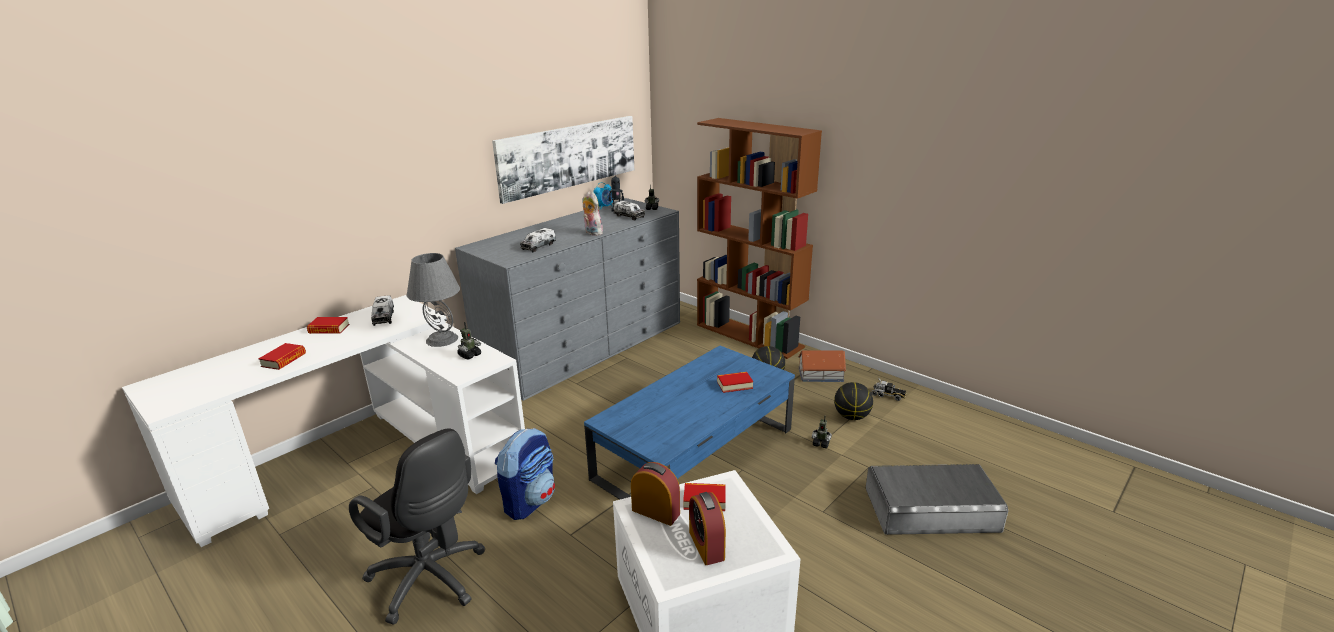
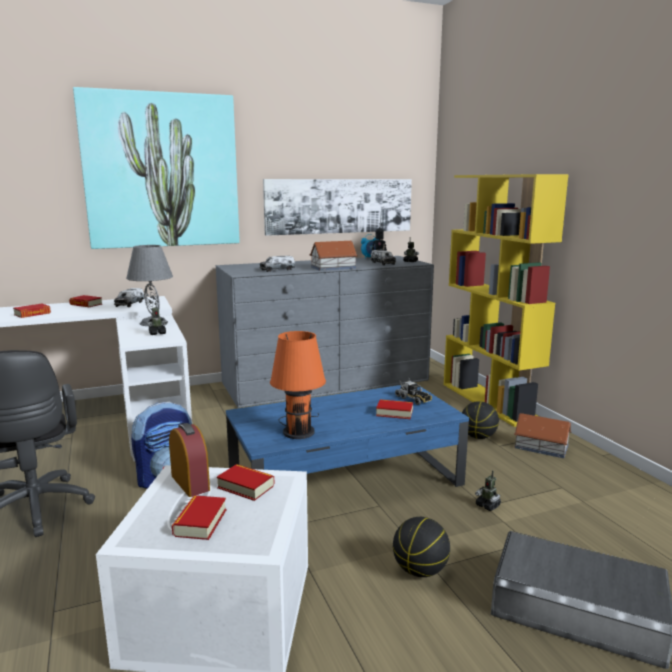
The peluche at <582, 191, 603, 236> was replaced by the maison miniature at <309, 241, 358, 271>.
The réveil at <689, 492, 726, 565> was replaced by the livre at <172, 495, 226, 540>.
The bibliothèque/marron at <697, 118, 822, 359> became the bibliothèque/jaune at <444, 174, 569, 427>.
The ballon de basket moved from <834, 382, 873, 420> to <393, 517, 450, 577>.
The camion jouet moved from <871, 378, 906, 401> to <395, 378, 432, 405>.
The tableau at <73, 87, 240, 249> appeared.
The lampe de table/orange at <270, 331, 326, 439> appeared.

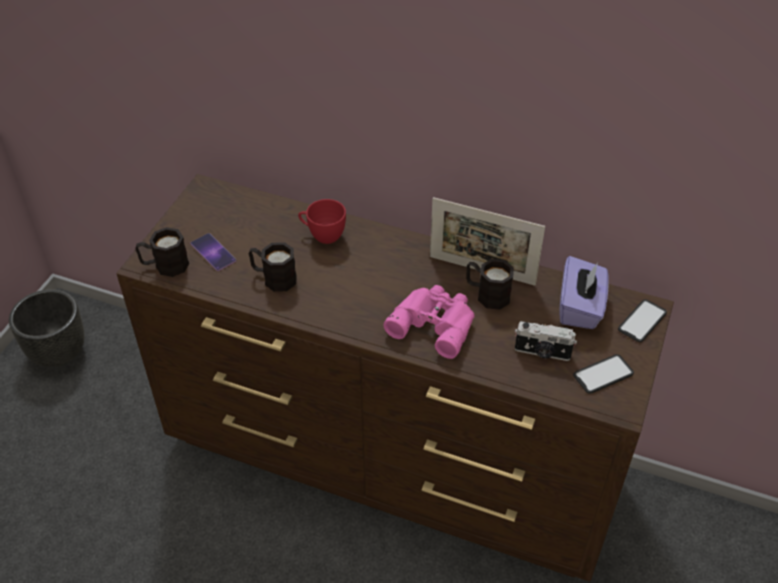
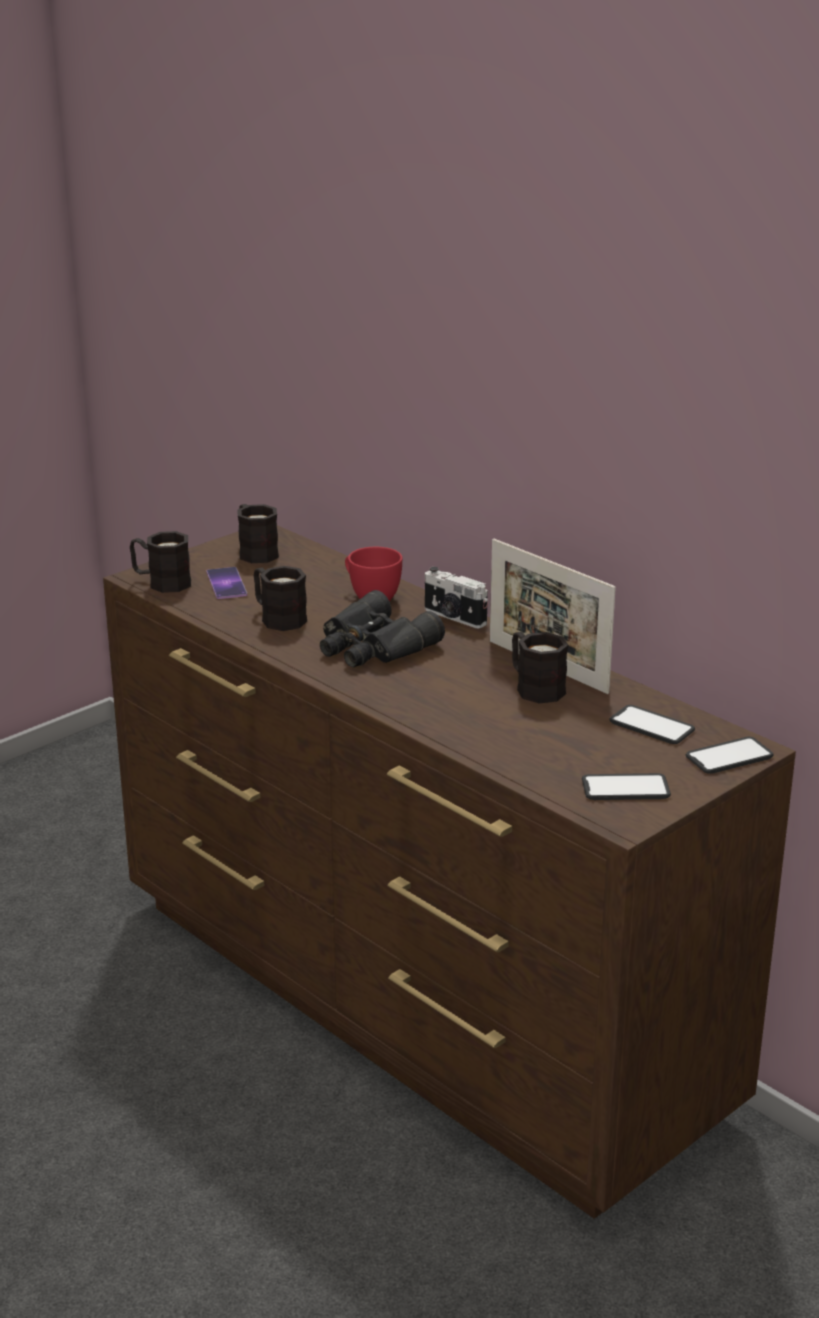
The cache-pot/noir at <9, 289, 85, 367> disappeared.
The jumelles/rose at <384, 285, 475, 359> disappeared.
The appareil photo moved from <515, 321, 577, 361> to <425, 567, 488, 628>.
The boîte à mouchoirs/violet at <560, 256, 609, 329> was replaced by the téléphone at <610, 705, 695, 744>.
The mug/noir at <237, 504, 279, 563> appeared.
The jumelles/noir at <320, 590, 445, 667> appeared.

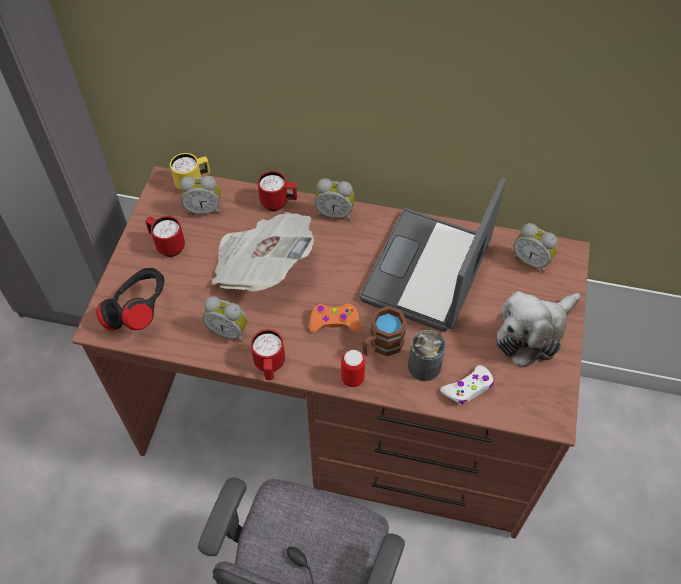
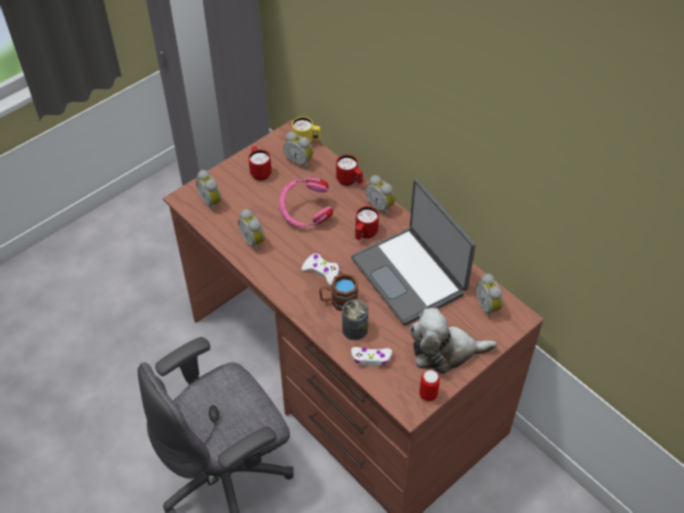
The casque audio/noir at <97, 268, 165, 331> was replaced by the réveil at <196, 170, 221, 212>.
The journal at <212, 212, 314, 292> was replaced by the casque audio/rose at <279, 178, 333, 227>.
The mug/rouge moved from <251, 329, 285, 380> to <355, 206, 379, 240>.
The manette/orange at <309, 303, 360, 333> became the manette/blanc at <301, 253, 340, 285>.
The boîte métallique moved from <341, 350, 365, 387> to <419, 370, 440, 401>.
The ordinateur portable at <360, 177, 506, 332> turned 90 degrees counterclockwise.

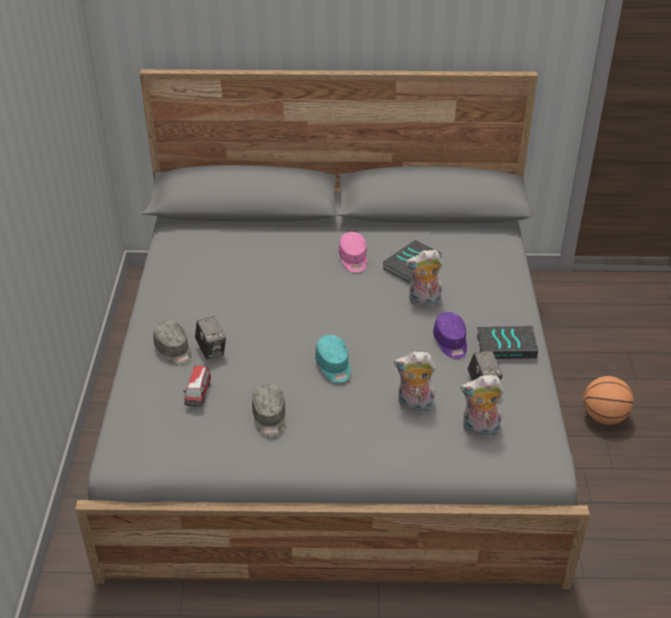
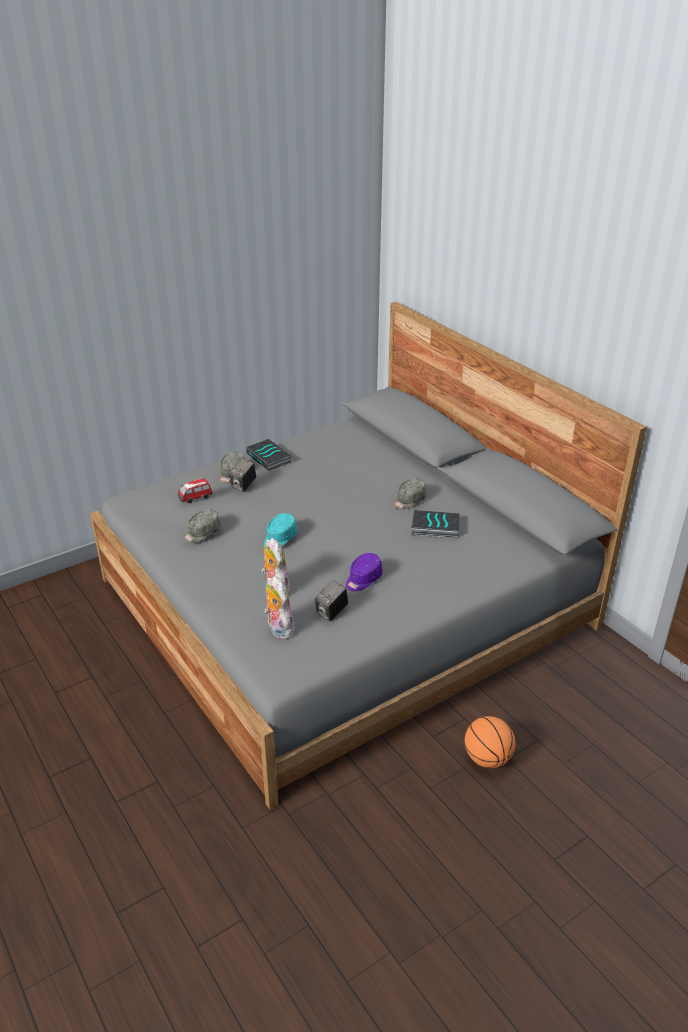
The casquette/rose at <339, 232, 367, 273> became the casquette/gris at <393, 478, 426, 510>.
The peluche at <405, 250, 443, 307> disappeared.
The livre moved from <476, 326, 538, 359> to <246, 439, 291, 471>.

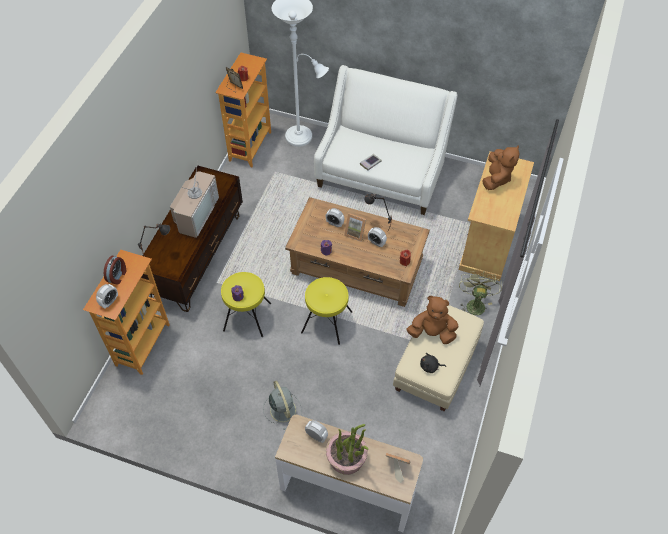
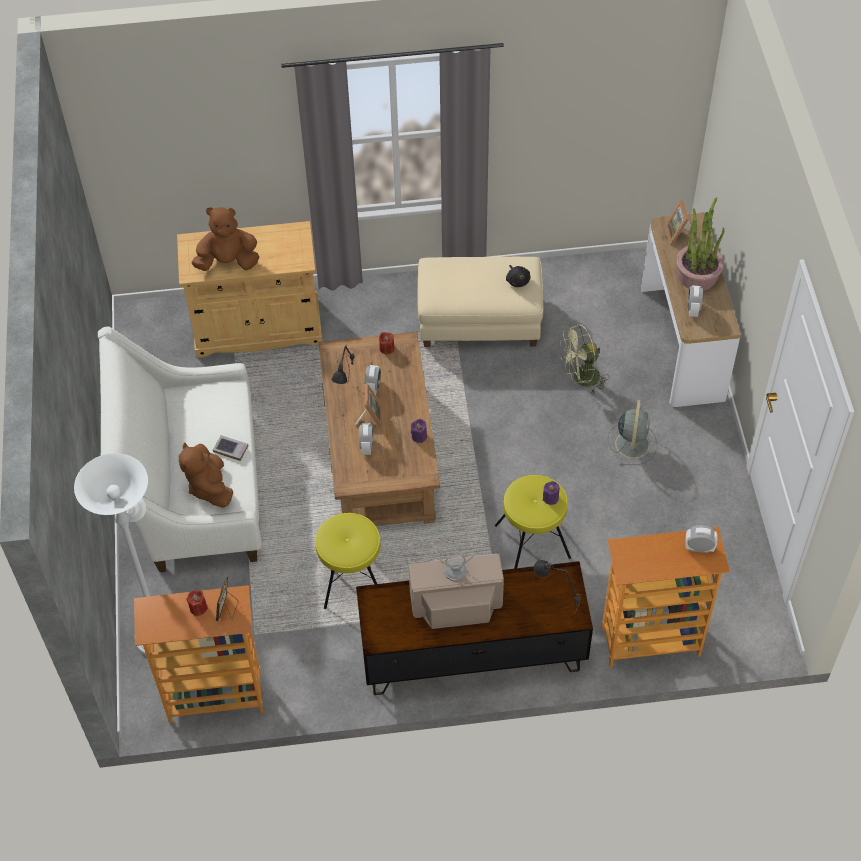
The réveil at <104, 256, 126, 284> disappeared.
The ventilateur/gris at <263, 381, 302, 430> turned 150 degrees clockwise.
The tabouret/jaune moved from <301, 277, 352, 345> to <315, 513, 380, 609>.
The peluche/marron moved from <406, 296, 458, 344> to <179, 442, 233, 507>.
The ventilateur/vert moved from <459, 271, 502, 315> to <560, 324, 609, 393>.

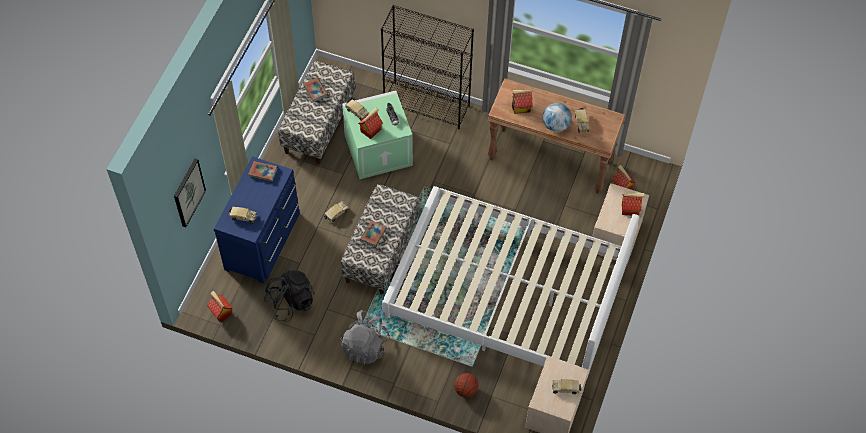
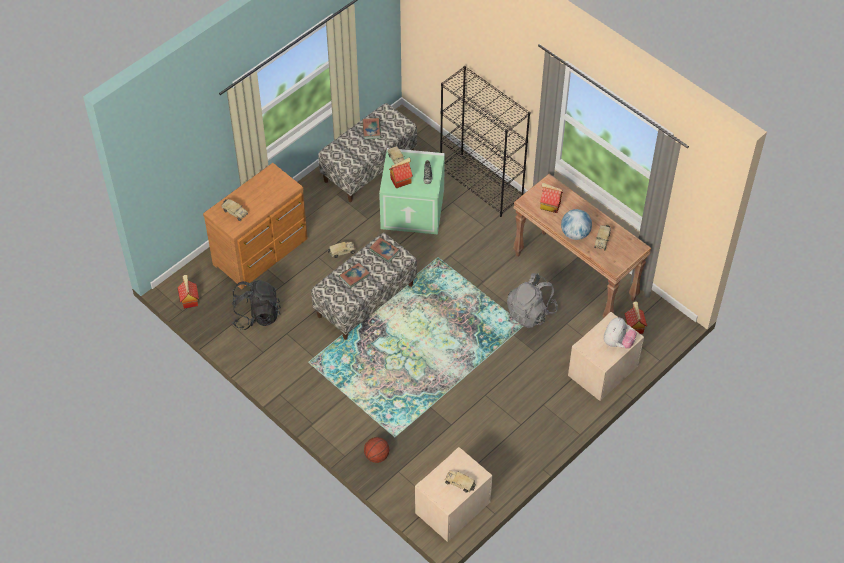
The tableau at <174, 159, 206, 227> disappeared.
The commode/bleu at <214, 156, 300, 283> became the commode/marron at <203, 163, 308, 289>.
The livre moved from <248, 161, 278, 182> to <369, 237, 400, 262>.
The sac à dos/gris moved from <340, 310, 390, 364> to <507, 273, 558, 328>.
The lit/blanc at <382, 186, 639, 380> disappeared.
The maison miniature at <622, 193, 645, 215> was replaced by the peluche at <604, 317, 637, 349>.

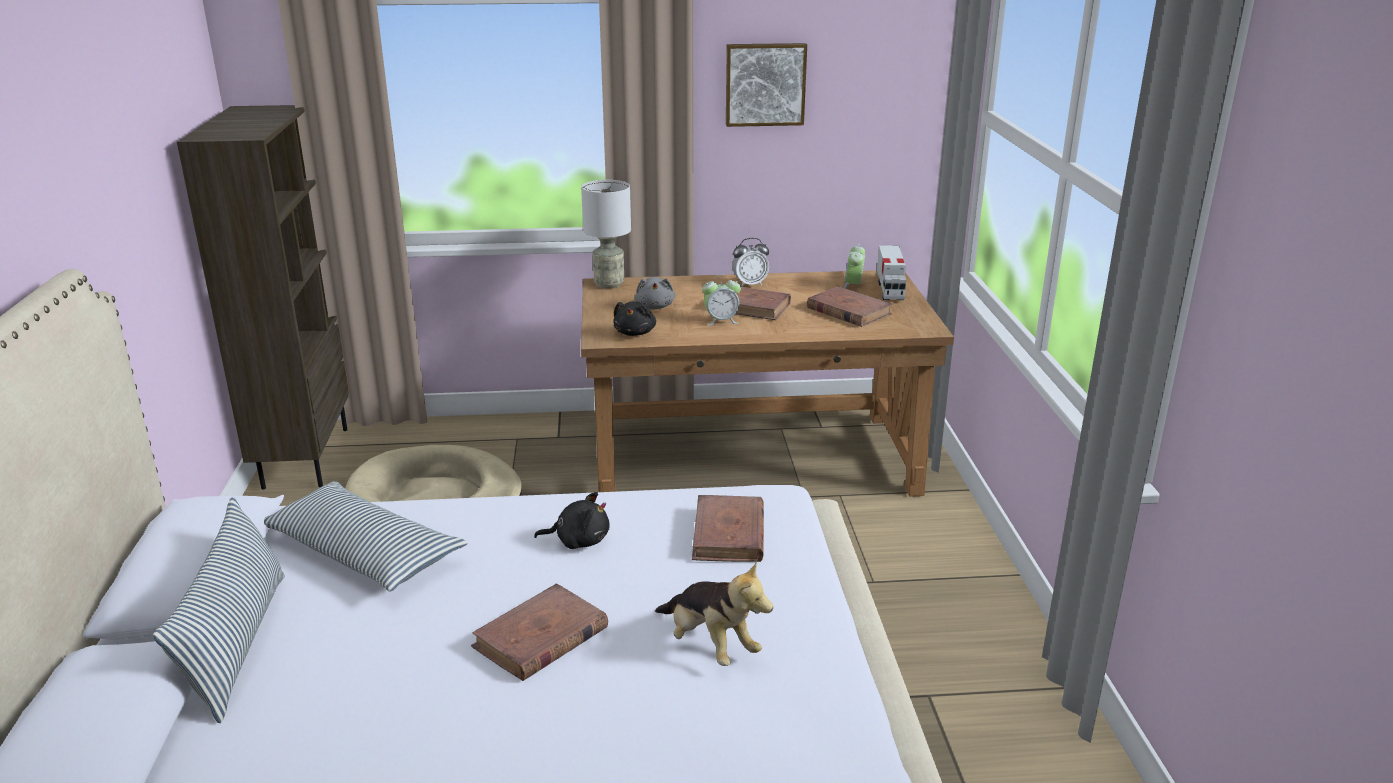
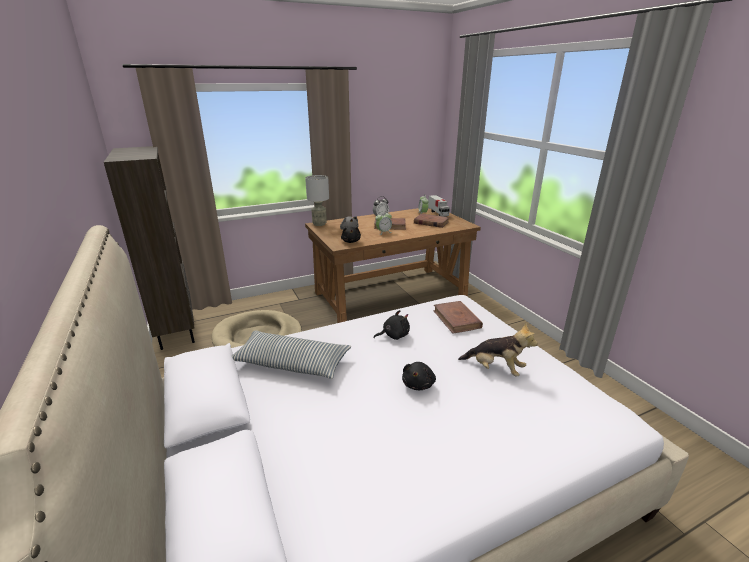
The coussin at <153, 497, 285, 723> disappeared.
The livre/marron at <471, 583, 608, 681> was replaced by the peluche/noir at <402, 362, 436, 390>.
The tableau at <726, 43, 807, 127> disappeared.

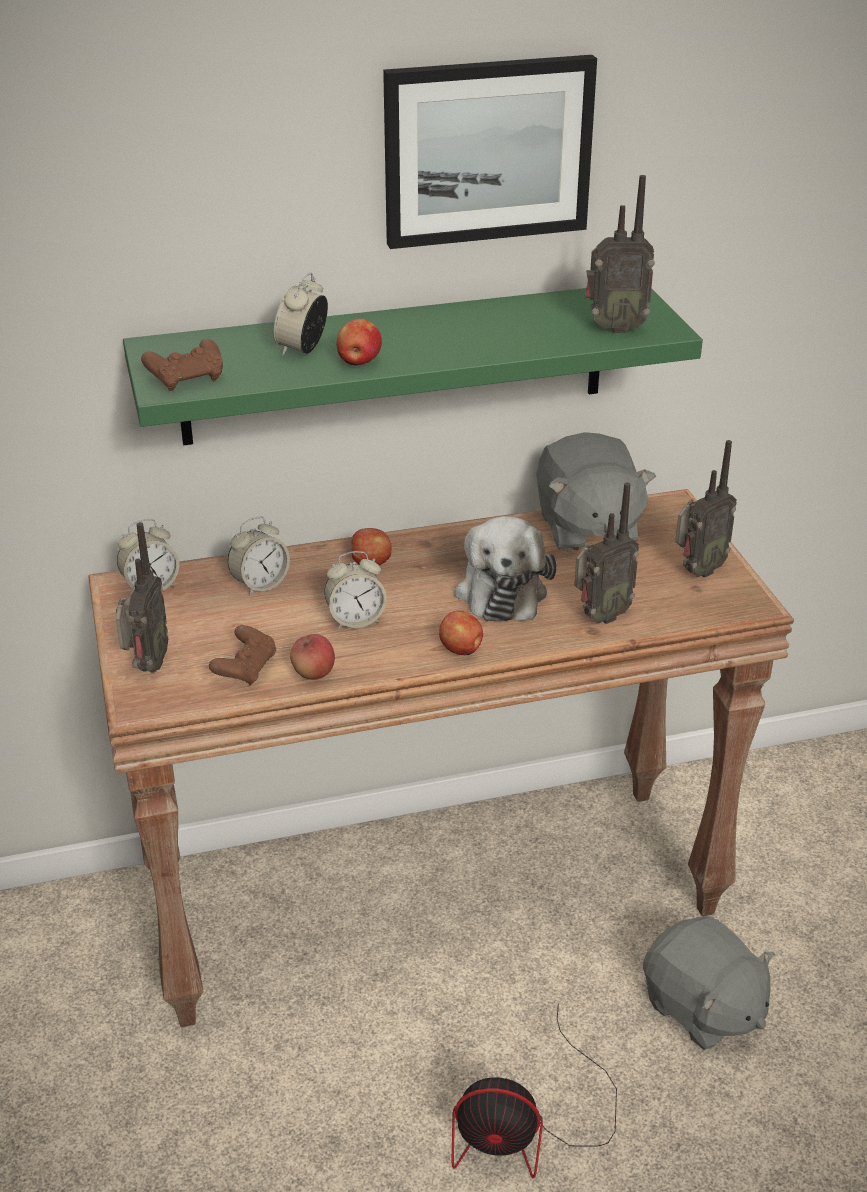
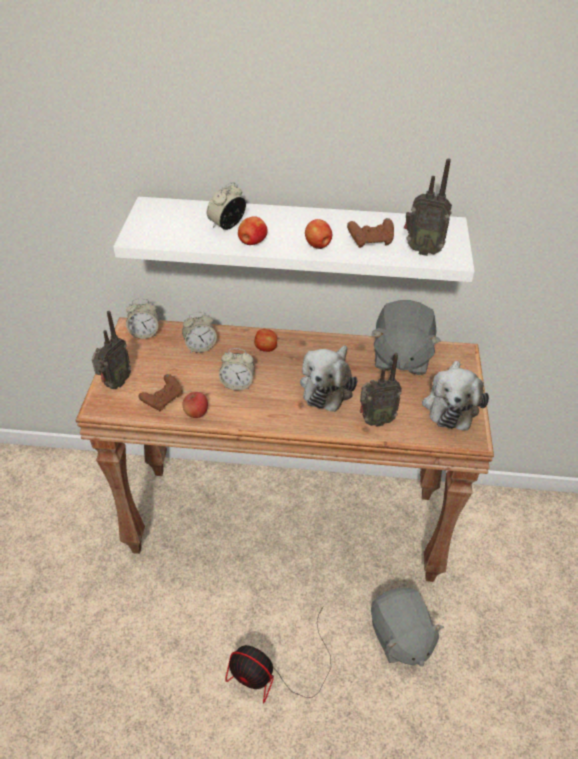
The étagère/vert at <123, 288, 703, 446> became the étagère/blanc at <113, 197, 475, 282>.
The manette/marron moved from <141, 339, 223, 391> to <347, 218, 394, 248>.
The tableau at <383, 55, 597, 249> disappeared.
The pomme moved from <439, 611, 483, 655> to <305, 219, 332, 249>.
The radio at <675, 440, 737, 578> was replaced by the peluche at <422, 361, 489, 431>.

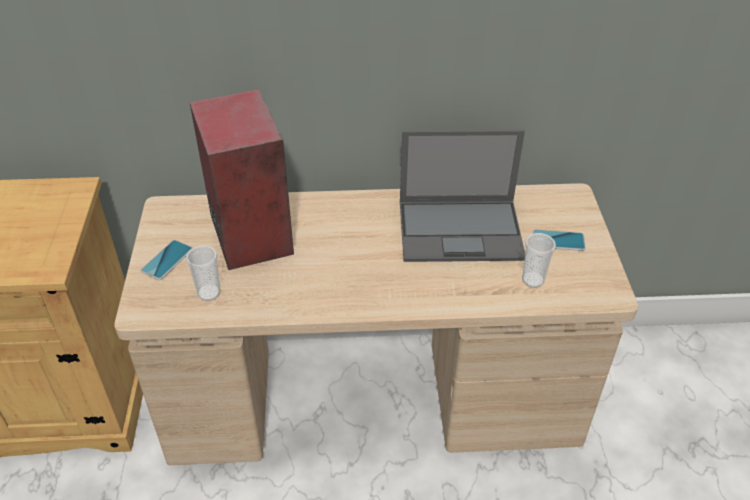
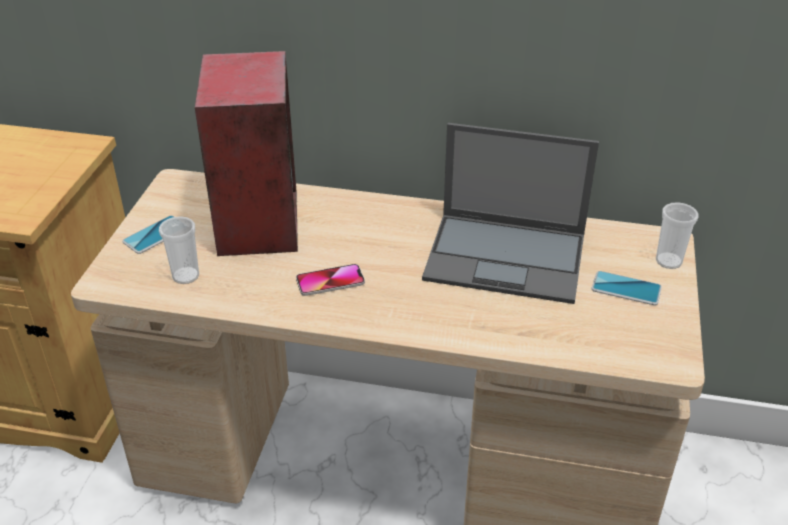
The tasse moved from <522, 233, 556, 288> to <656, 202, 698, 269>.
The téléphone at <296, 264, 365, 296> appeared.

